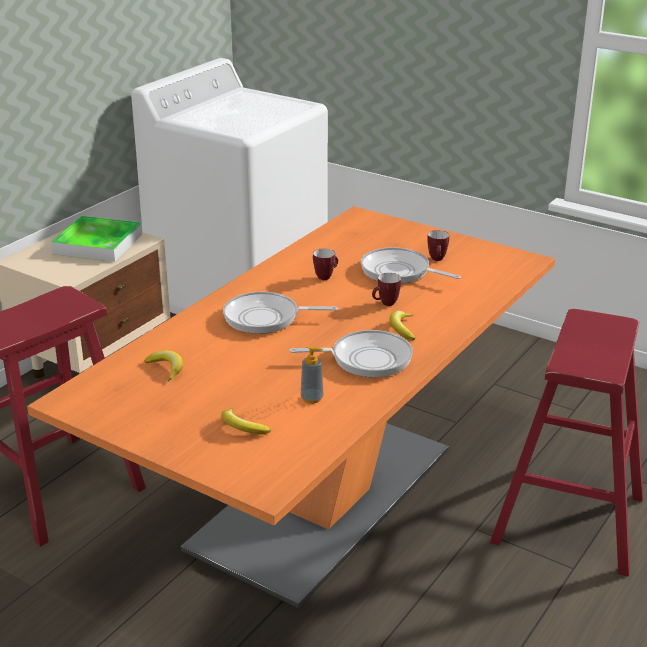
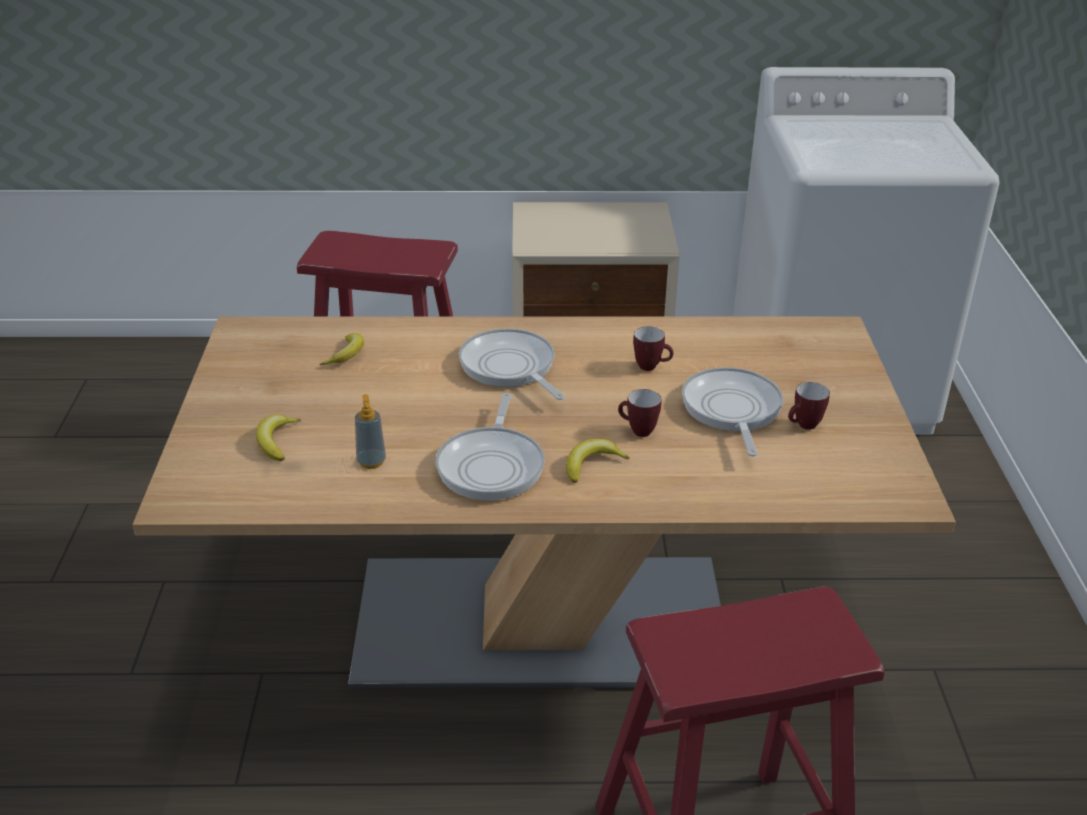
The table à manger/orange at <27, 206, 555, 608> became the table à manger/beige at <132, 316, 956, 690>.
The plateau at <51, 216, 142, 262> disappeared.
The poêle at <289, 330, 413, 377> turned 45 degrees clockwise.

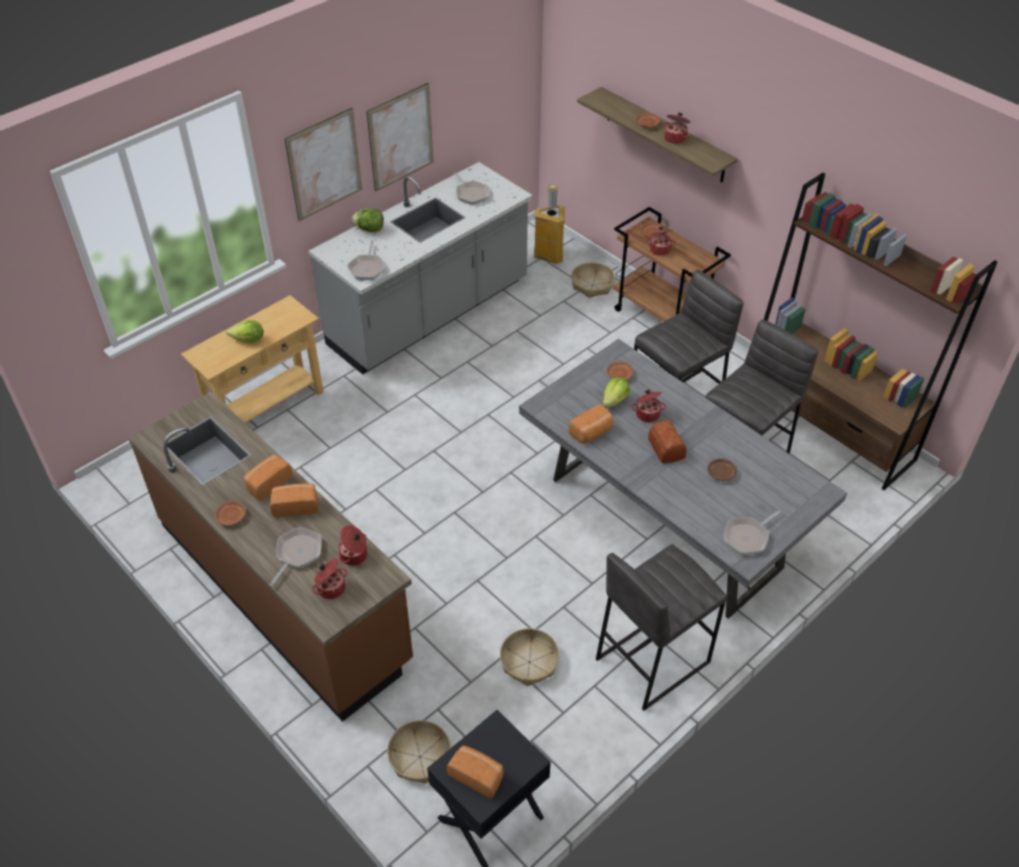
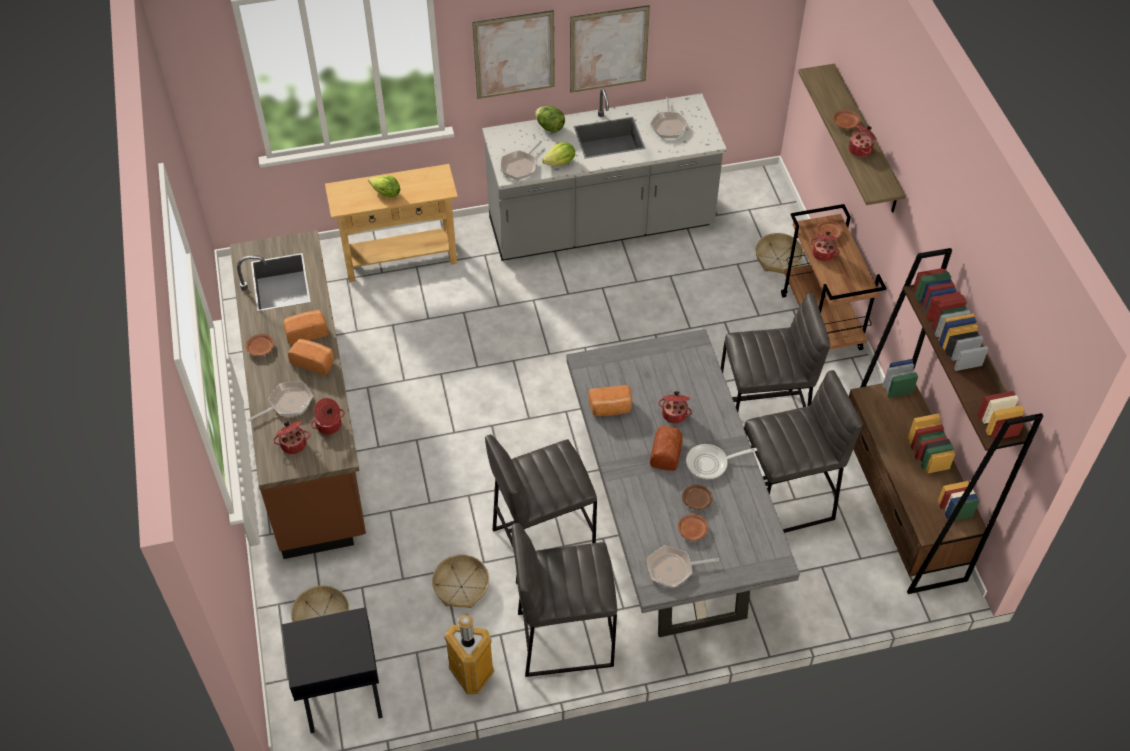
The pain at <447, 746, 503, 799> disappeared.
The poubelle moved from <534, 184, 565, 264> to <444, 614, 494, 695>.
The laitue moved from <603, 378, 630, 407> to <542, 142, 575, 166>.
The assiette/marron moved from <607, 361, 634, 380> to <678, 514, 708, 541>.
The tabouret/gris at <485, 435, 597, 584> appeared.
The poêle at <686, 444, 757, 479> appeared.

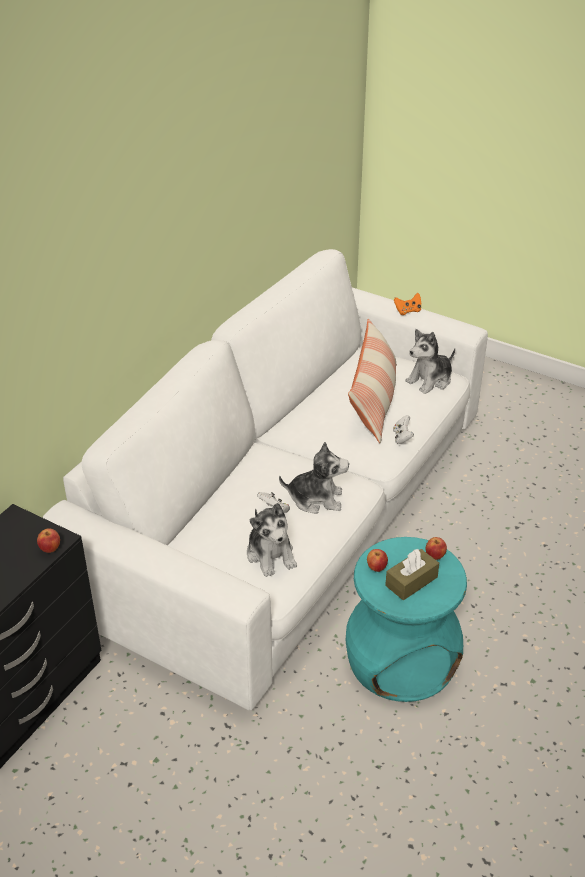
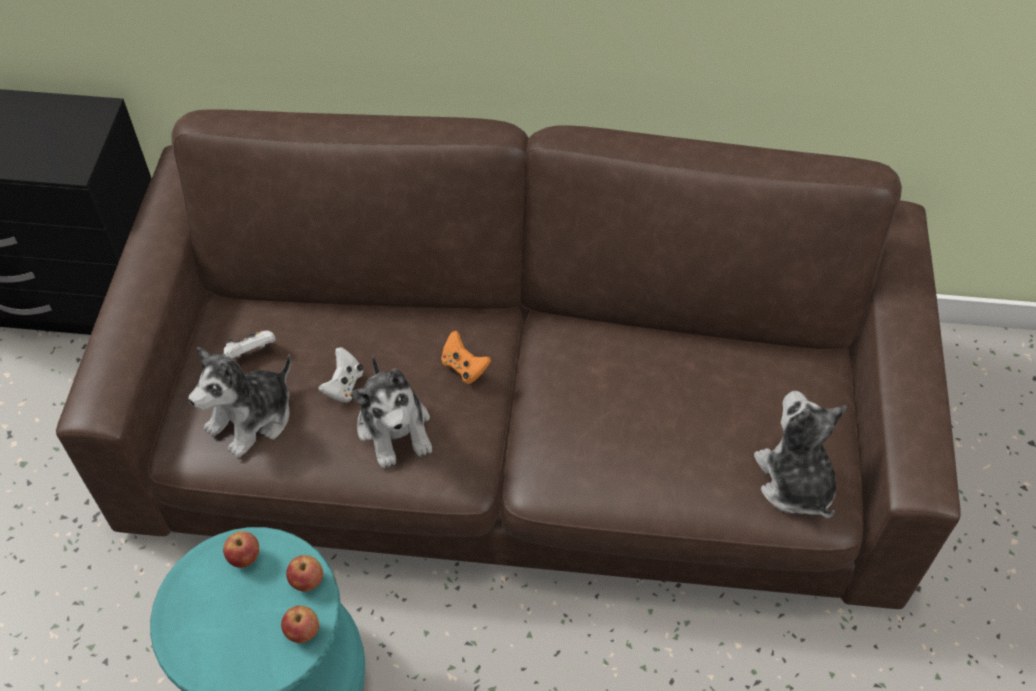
The pomme moved from <37, 528, 60, 553> to <286, 555, 323, 592>.
The canapé/blanc at <42, 249, 488, 710> became the canapé/marron at <56, 109, 961, 609>.
The coussin at <348, 319, 397, 443> disappeared.
The boîte à mouchoirs/marron at <385, 549, 439, 600> disappeared.
The manette/blanc moved from <393, 415, 414, 444> to <224, 330, 276, 358>.
The manette/orange moved from <394, 293, 421, 315> to <441, 331, 491, 383>.
The peluche at <405, 329, 455, 394> turned 45 degrees clockwise.

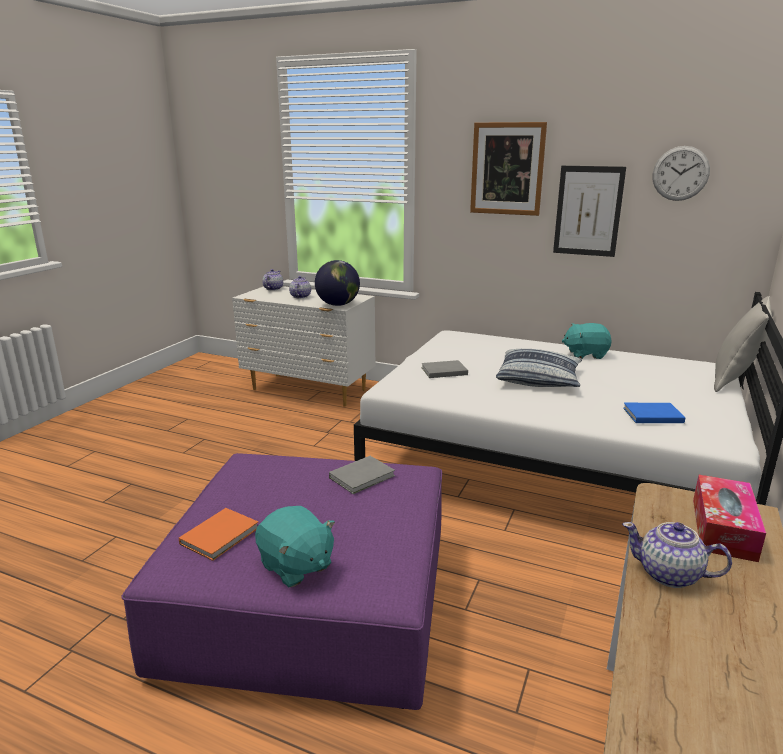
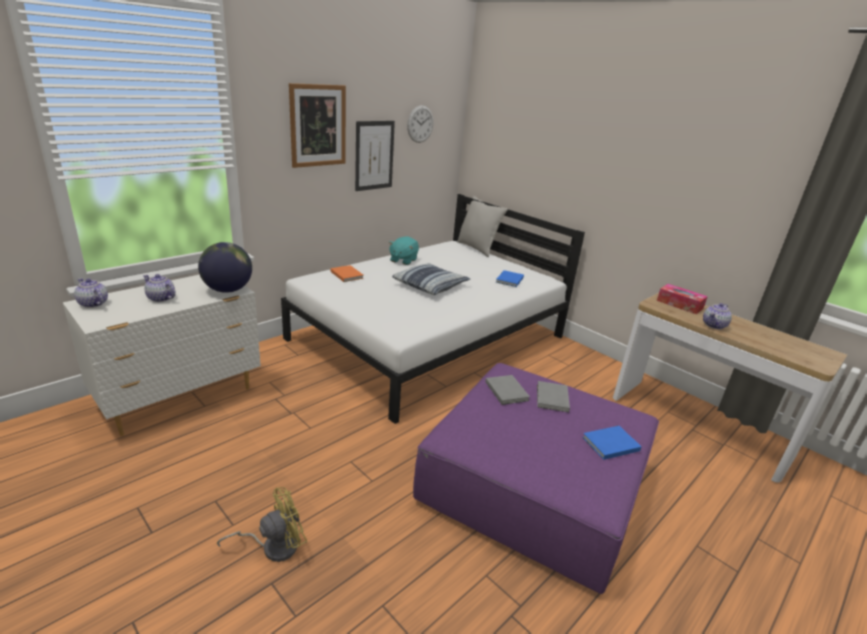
The livre/orange moved from <179, 508, 258, 561> to <331, 265, 364, 282>.
The peluche/turquoise at <255, 506, 335, 587> was replaced by the livre/bleu at <582, 426, 642, 460>.
The livre/gris moved from <421, 360, 468, 378> to <537, 381, 570, 412>.
The ventilateur/jaune at <217, 487, 307, 562> appeared.

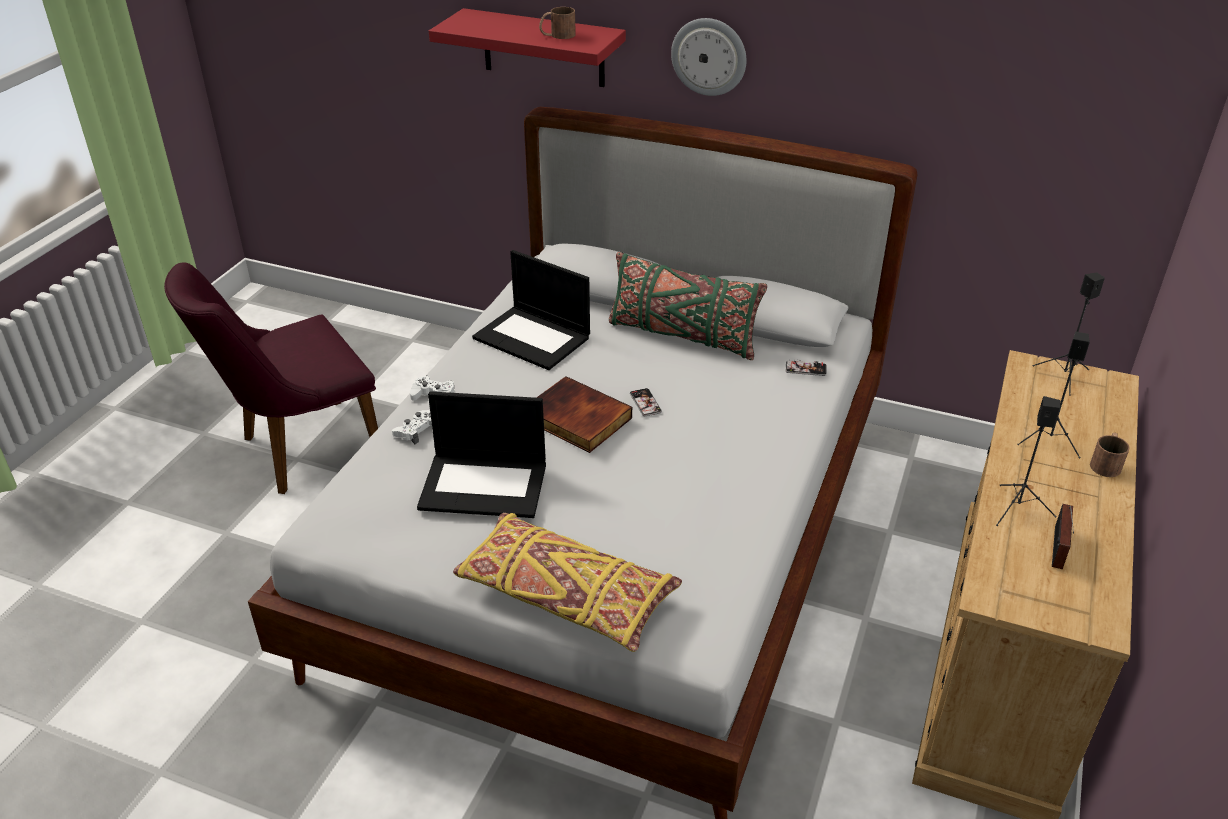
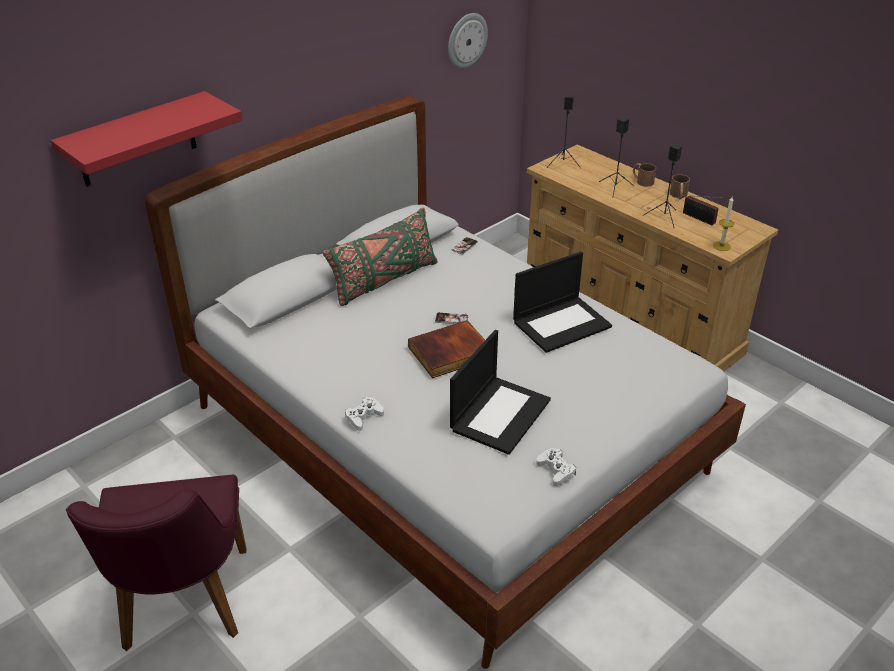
The manette/blanc moved from <392, 410, 432, 444> to <536, 448, 576, 486>.
The coussin/jaune at <453, 513, 682, 652> disappeared.
The ordinateur portable moved from <472, 250, 590, 370> to <513, 252, 612, 353>.
The mug/marron moved from <539, 7, 576, 39> to <670, 174, 690, 199>.
The horloge murale moved from <671, 18, 747, 96> to <448, 13, 488, 69>.
The bougie at <713, 197, 734, 251> appeared.

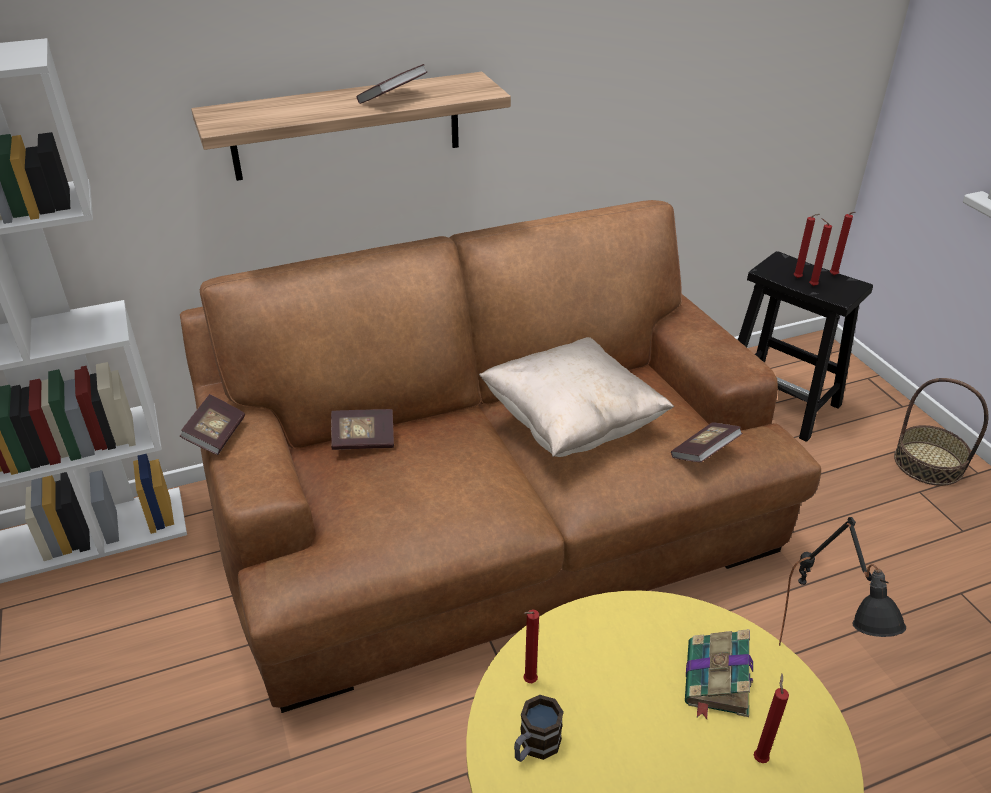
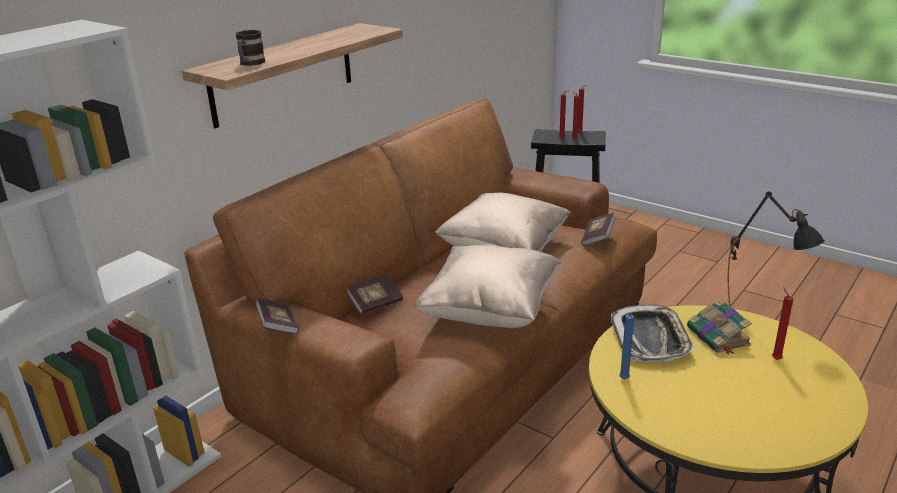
The livre at <356, 64, 427, 104> disappeared.
The mug moved from <514, 695, 564, 762> to <236, 30, 265, 66>.
The bougie/rouge at <523, 610, 539, 683> became the bougie/bleu at <619, 313, 634, 379>.
The panier at <894, 378, 989, 486> disappeared.
The coussin/beige at <414, 245, 561, 328> appeared.
The plateau at <611, 304, 695, 362> appeared.

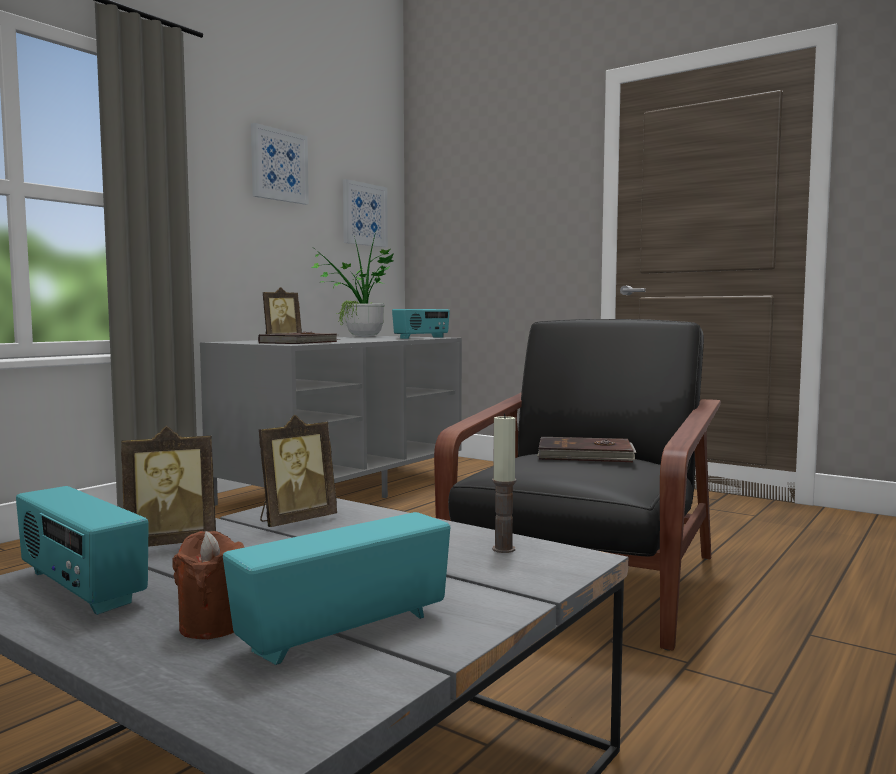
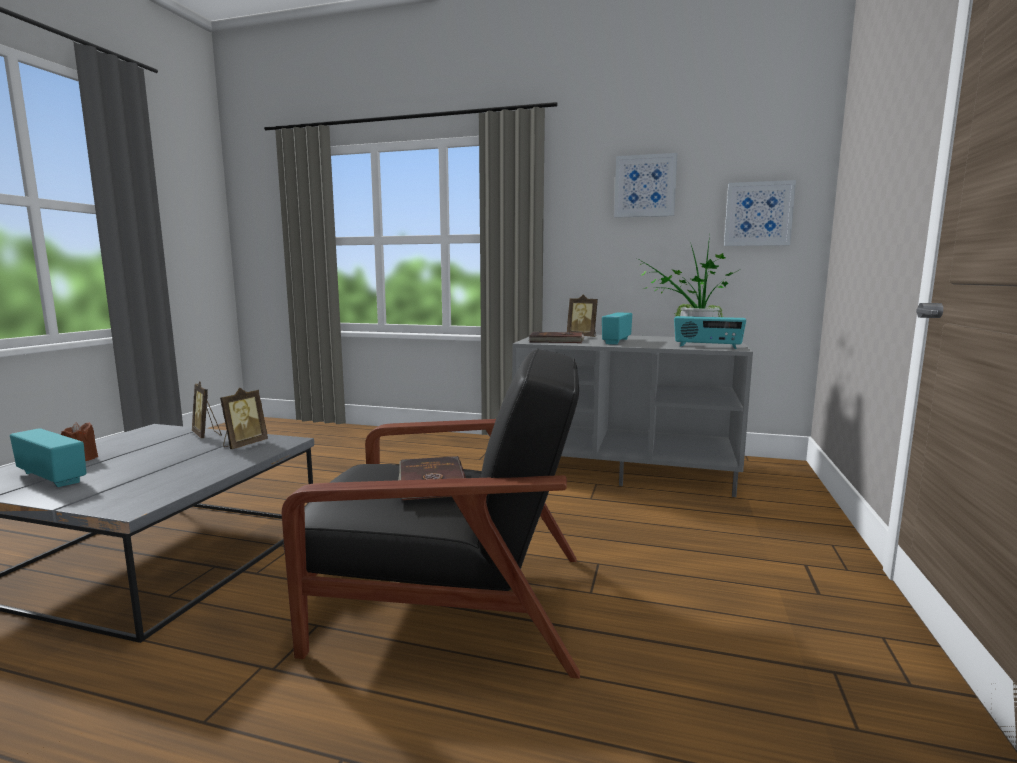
The radio moved from <16, 486, 149, 615> to <602, 312, 632, 345>.
The cadre photo at <259, 414, 337, 527> turned 90 degrees counterclockwise.
The bougie at <492, 413, 516, 553> disappeared.

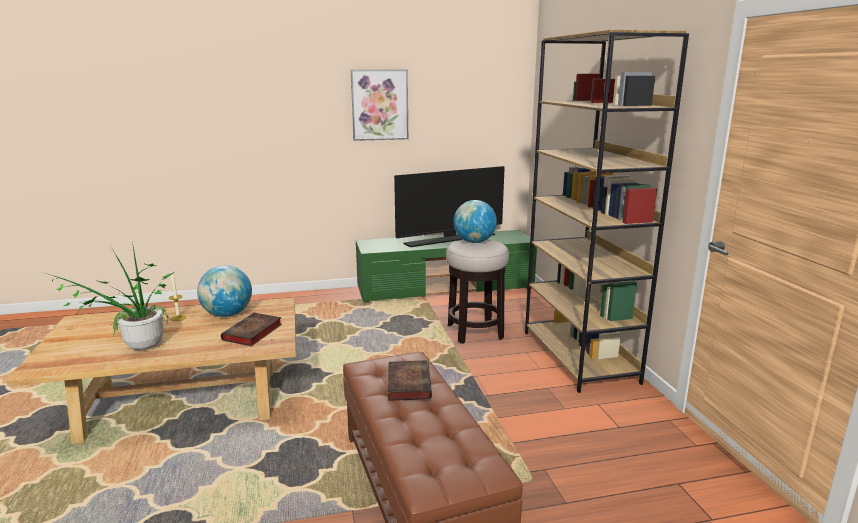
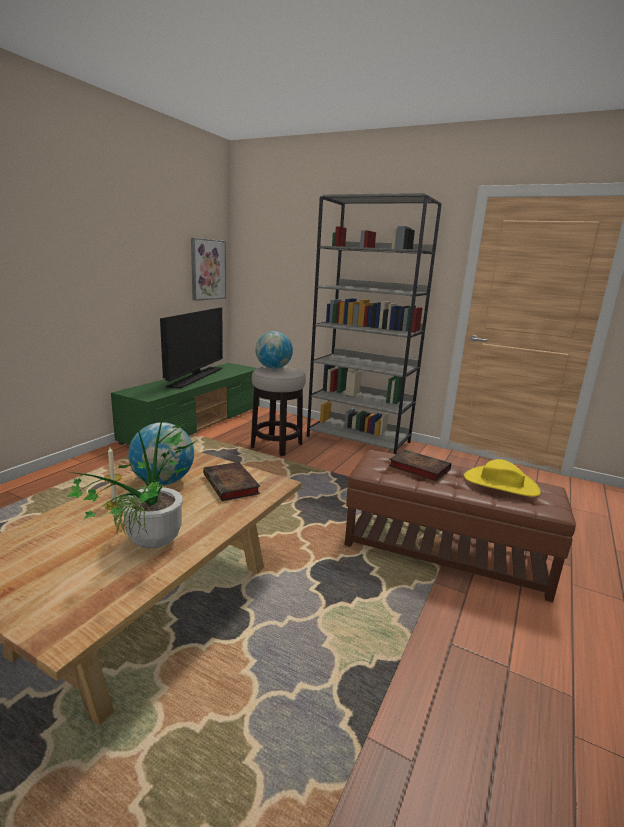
The tableau moved from <351, 70, 408, 141> to <191, 238, 226, 301>.
The bibliothèque/marron at <525, 30, 689, 393> became the bibliothèque/gris at <307, 193, 442, 454>.
The chapeau/jaune at <464, 459, 541, 497> appeared.

